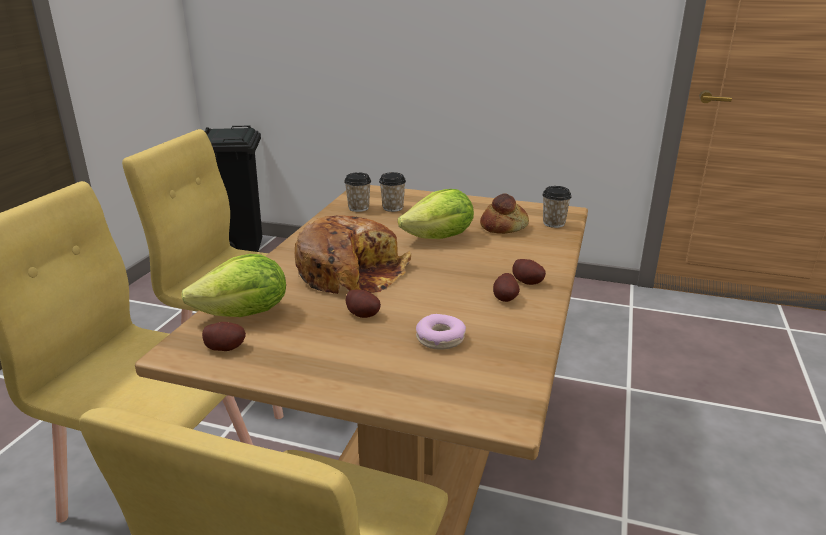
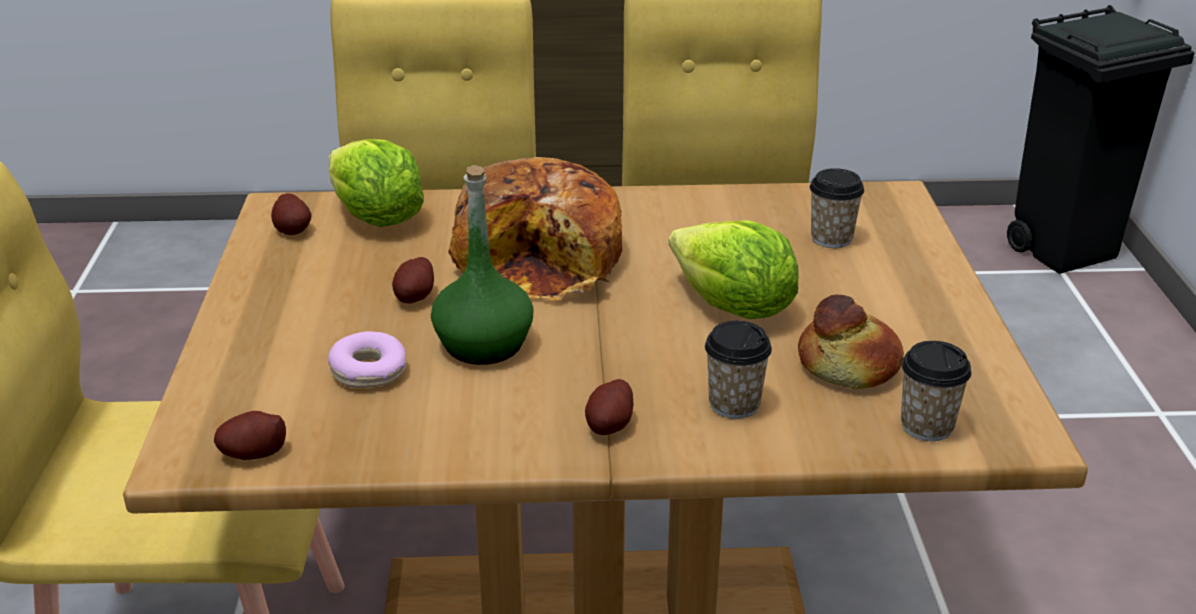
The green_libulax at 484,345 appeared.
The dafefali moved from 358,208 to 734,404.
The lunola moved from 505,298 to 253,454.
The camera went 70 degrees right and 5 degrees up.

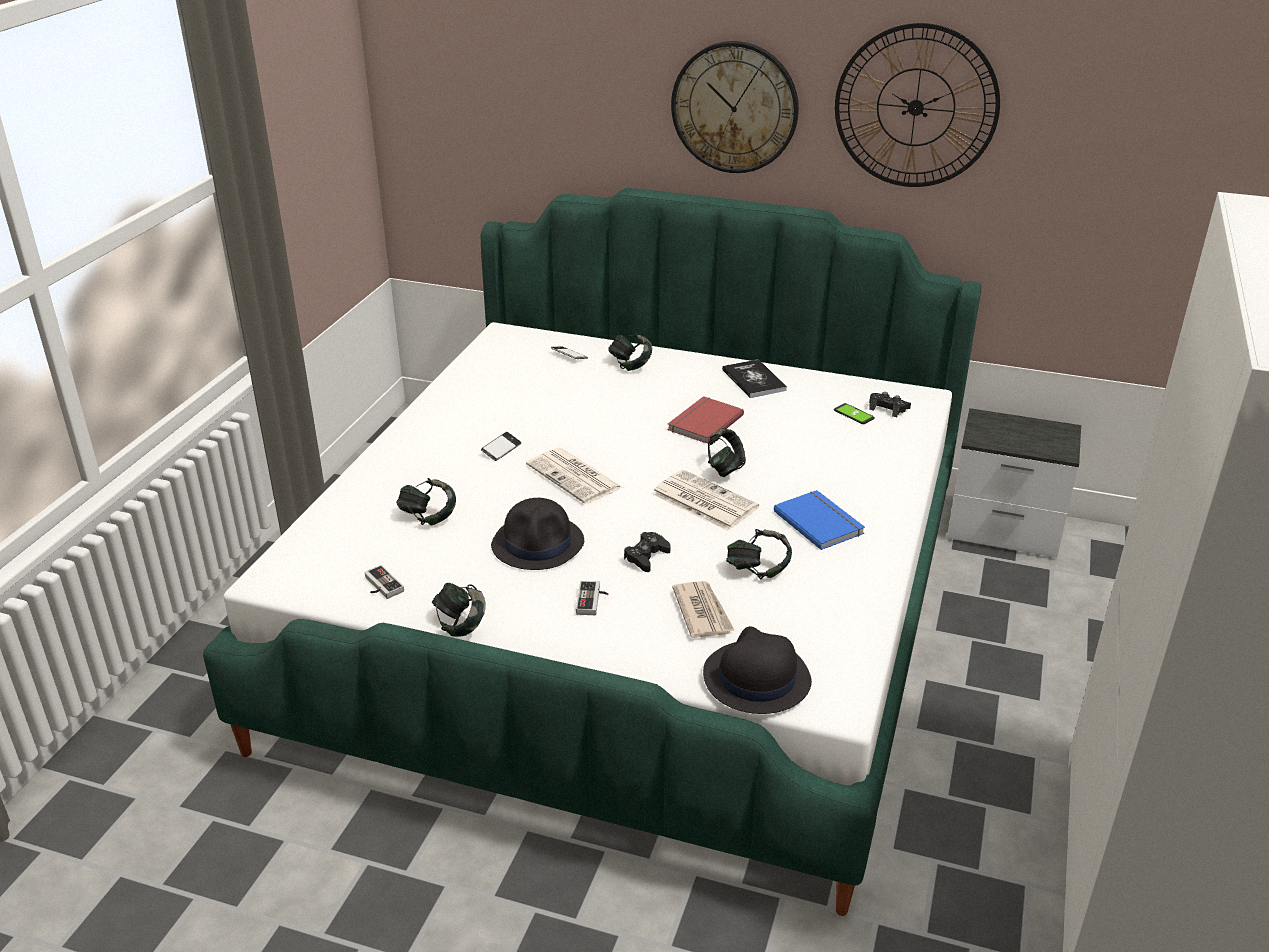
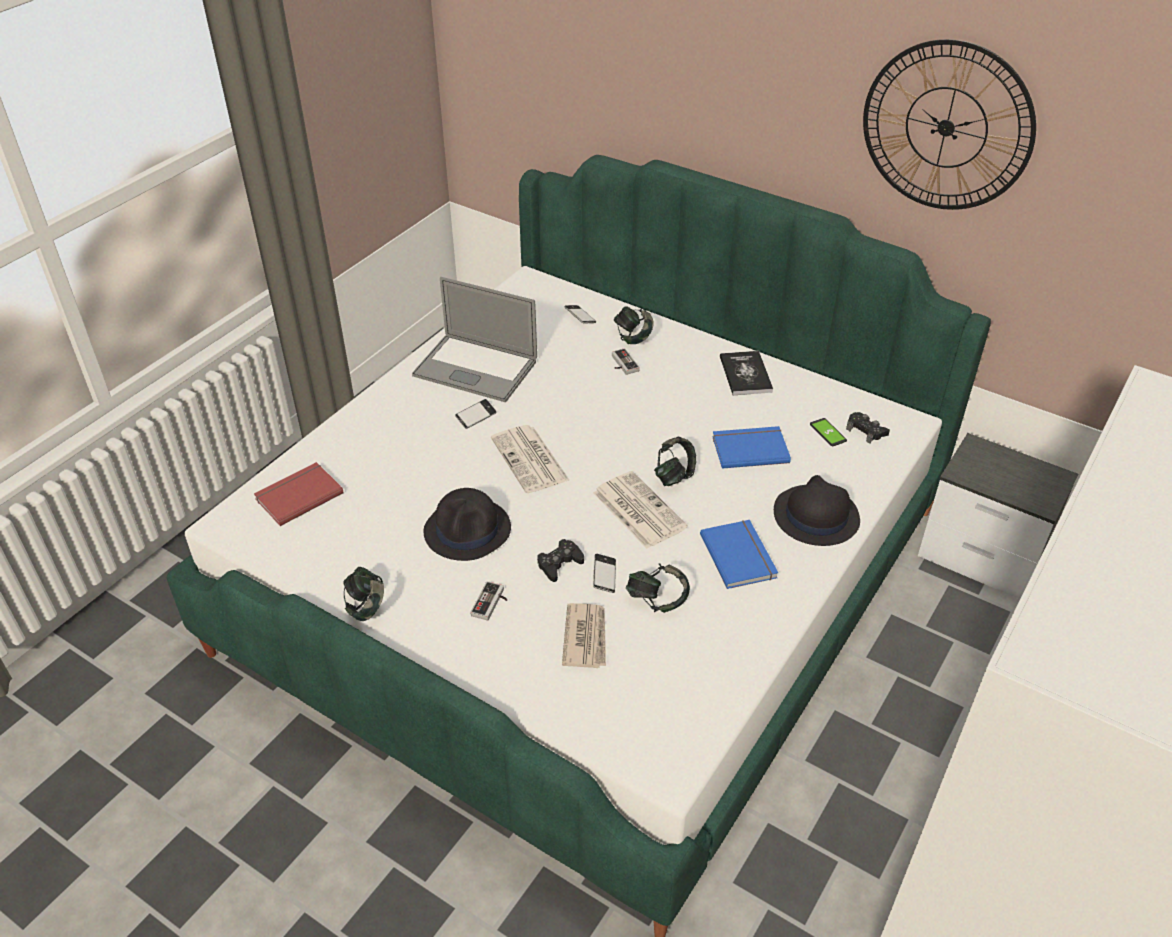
The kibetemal at 428,517 disappeared.
The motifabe at 734,107 disappeared.
The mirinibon at 475,368 appeared.
The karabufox at 604,576 appeared.
The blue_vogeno at 749,448 appeared.
The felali moved from 380,586 to 622,364.
The red_vogeno moved from 703,422 to 297,495.
The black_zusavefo moved from 756,678 to 815,516.
The camera went 15 degrees right and 10 degrees up.

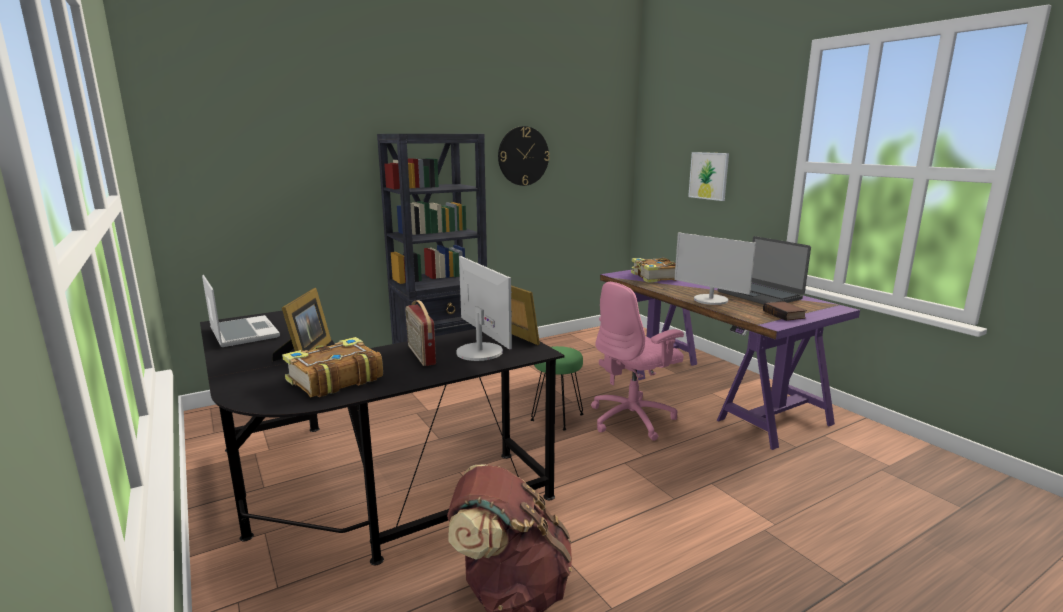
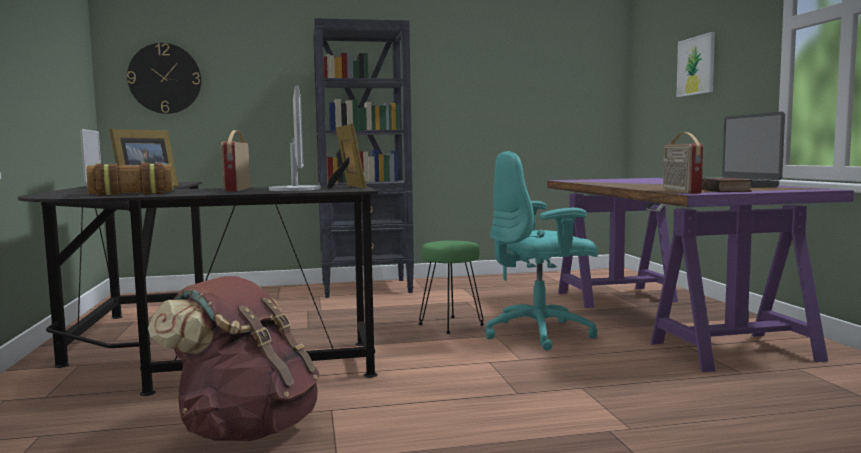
The vogeno at 654,277 disappeared.
The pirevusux at 710,300 disappeared.
The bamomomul at 680,191 appeared.
The motifabe moved from 523,156 to 165,78.
The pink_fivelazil at 633,419 became the turquoise_fivelazil at 540,333.
The camera went 20 degrees right and 10 degrees down.

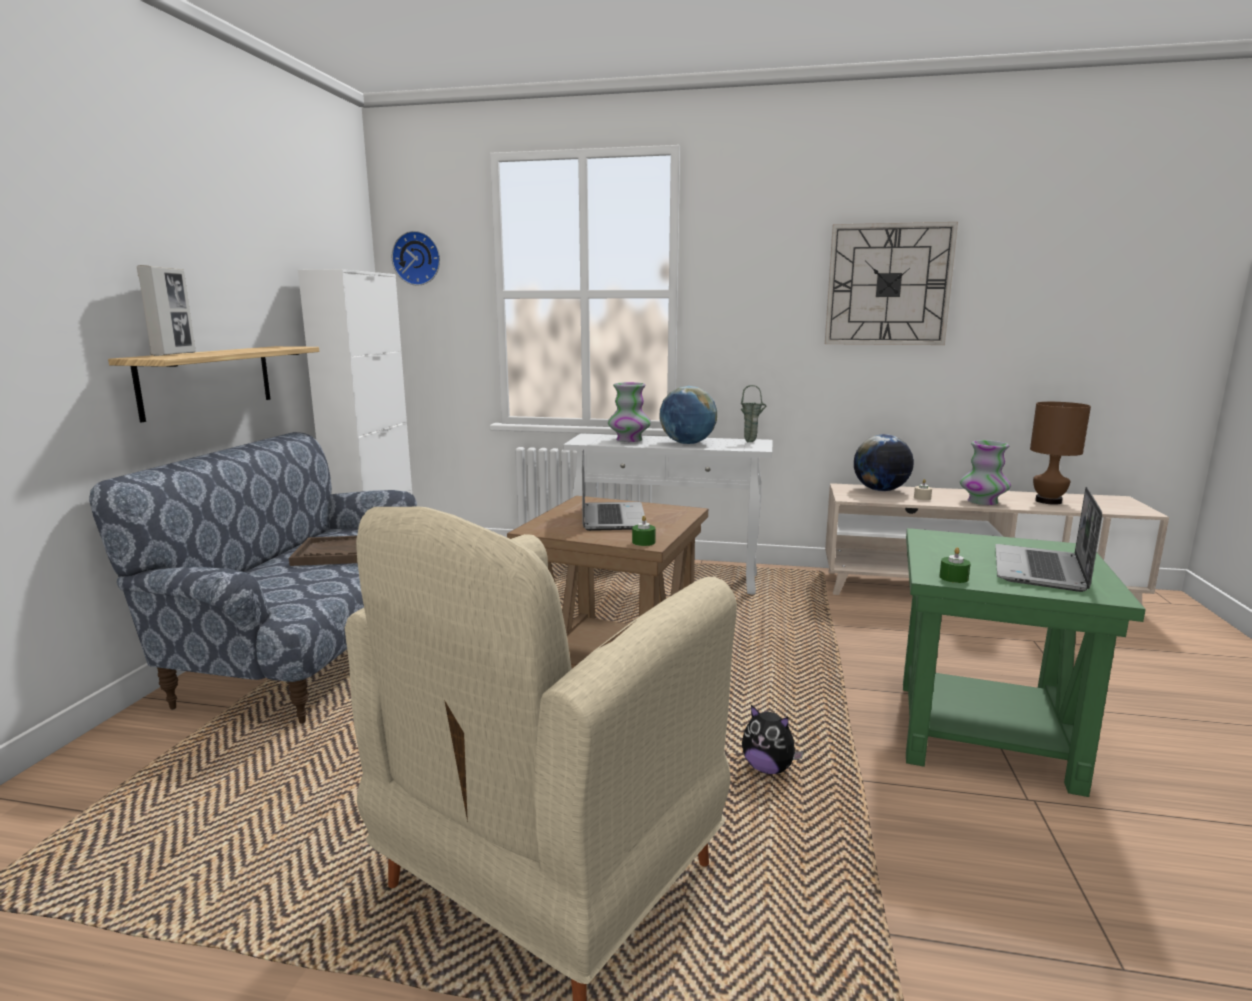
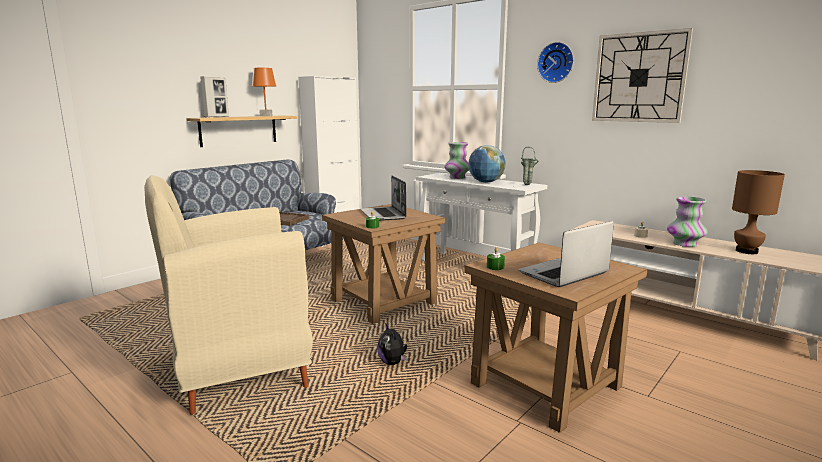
The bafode at 880,490 disappeared.
The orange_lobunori at 266,116 appeared.
The motifabe moved from 417,258 to 556,62.
The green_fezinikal at 985,734 became the brown_fezinikal at 546,385.
The mirinibon at 611,518 turned 135 degrees clockwise.
The camera went 30 degrees right and 0 degrees up.

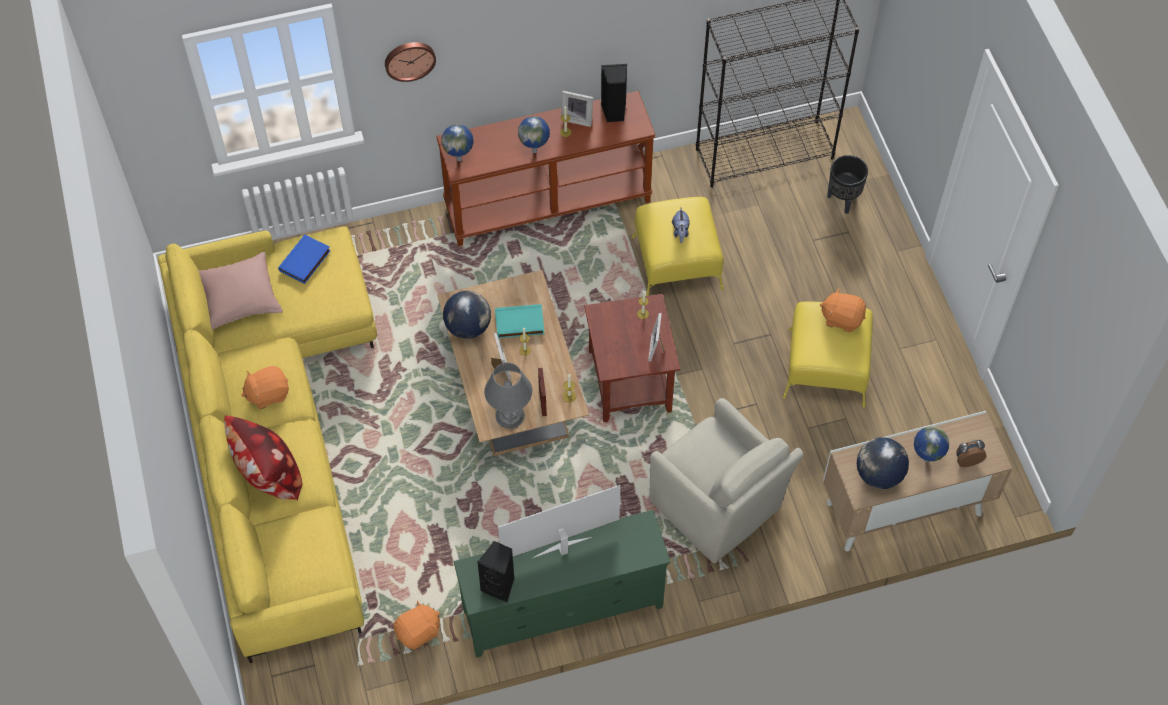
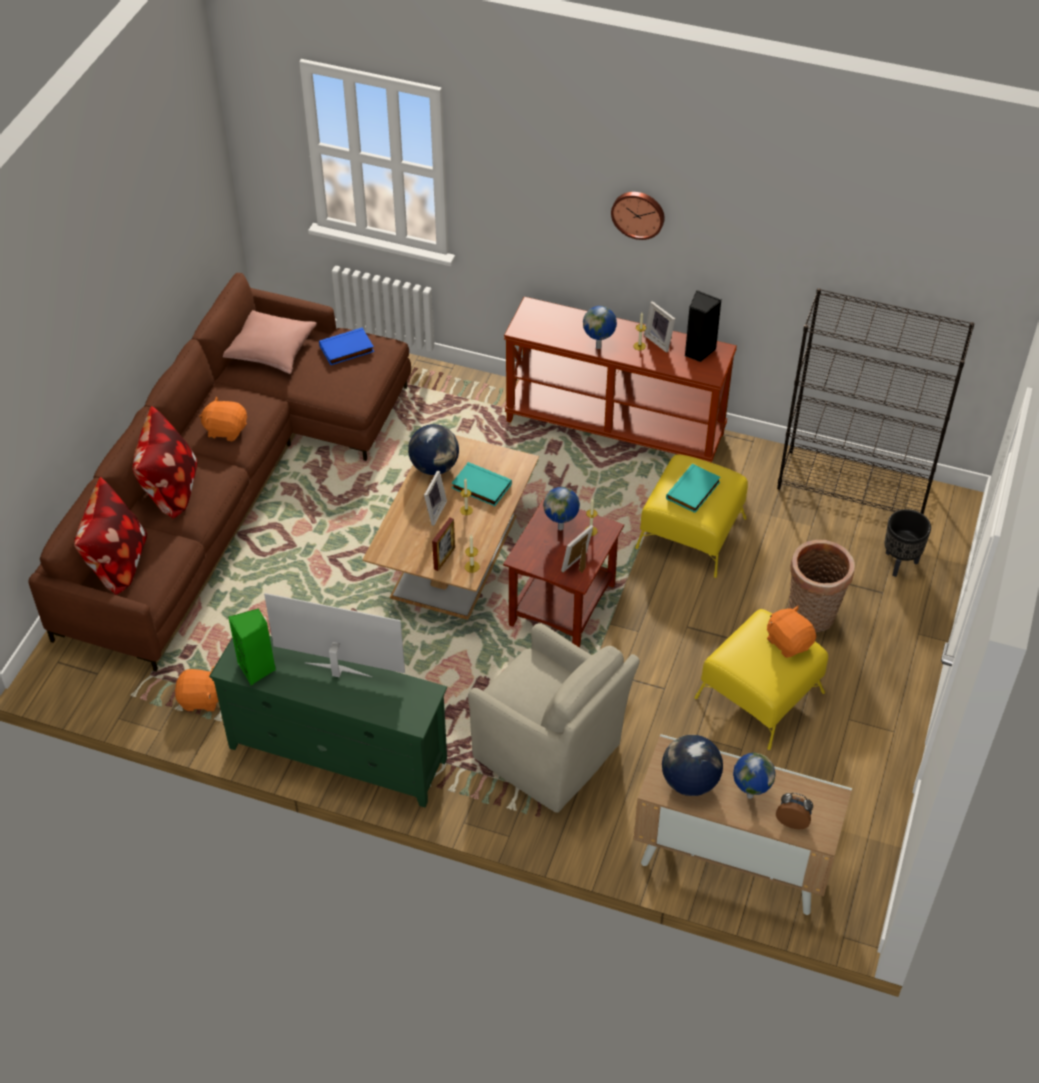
The grey_lobunori at 509,415 disappeared.
The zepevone at 117,563 appeared.
The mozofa at 812,617 appeared.
The motifabe moved from 409,59 to 638,213.
The bafode moved from 459,158 to 561,528.
The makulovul at 680,232 was replaced by the turquoise_vogeno at 694,491.
The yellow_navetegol at 277,434 became the brown_navetegol at 231,484.
The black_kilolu at 499,586 became the green_kilolu at 257,669.
The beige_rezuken at 717,508 turned 45 degrees counterclockwise.
The camera went 35 degrees right and 10 degrees down.

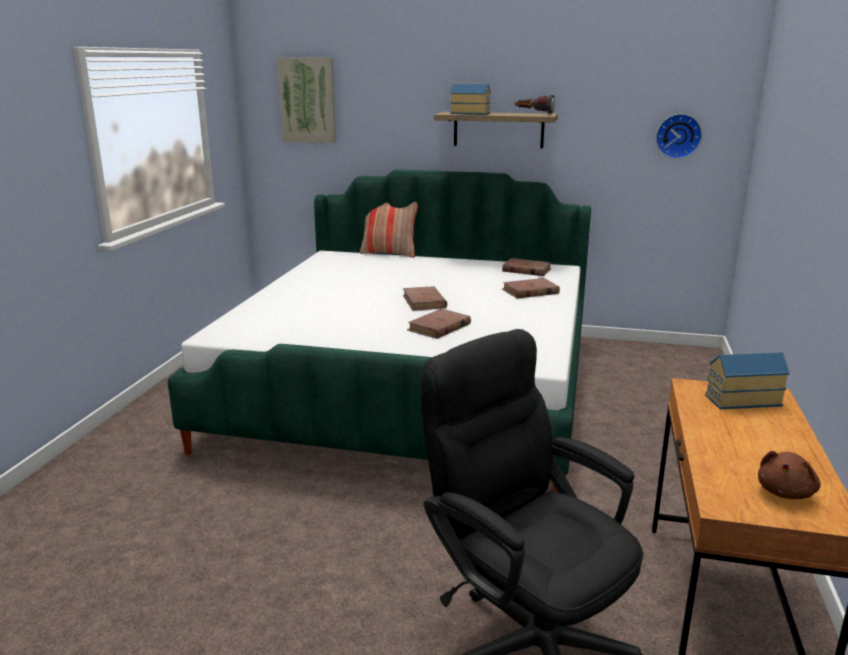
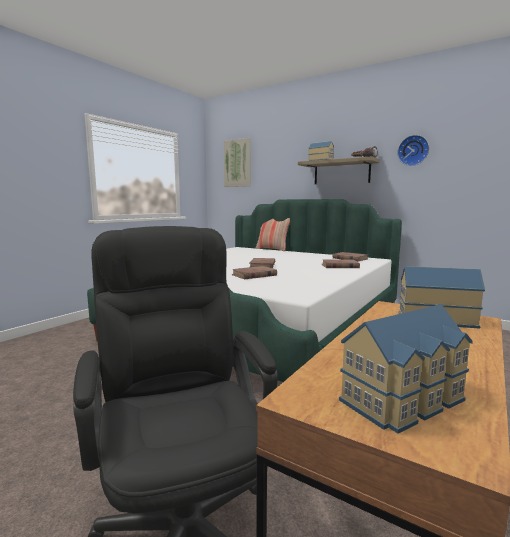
The motifabe moved from 678,136 to 413,150.
The brown_makulovul at 786,492 was replaced by the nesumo at 406,400.
The camera went 20 degrees right and 10 degrees down.

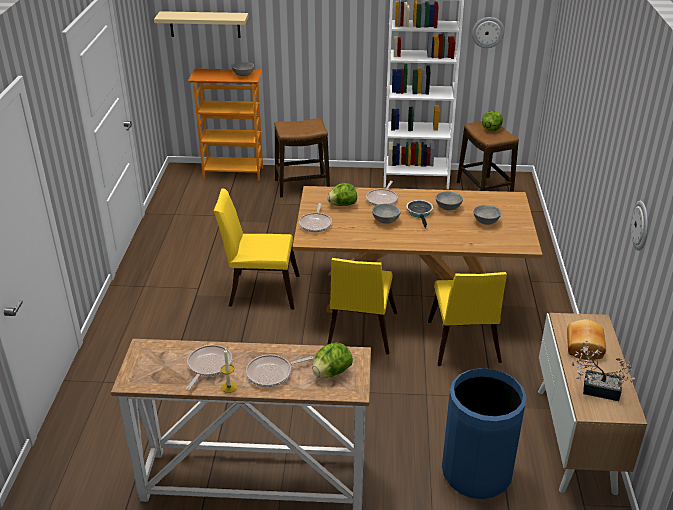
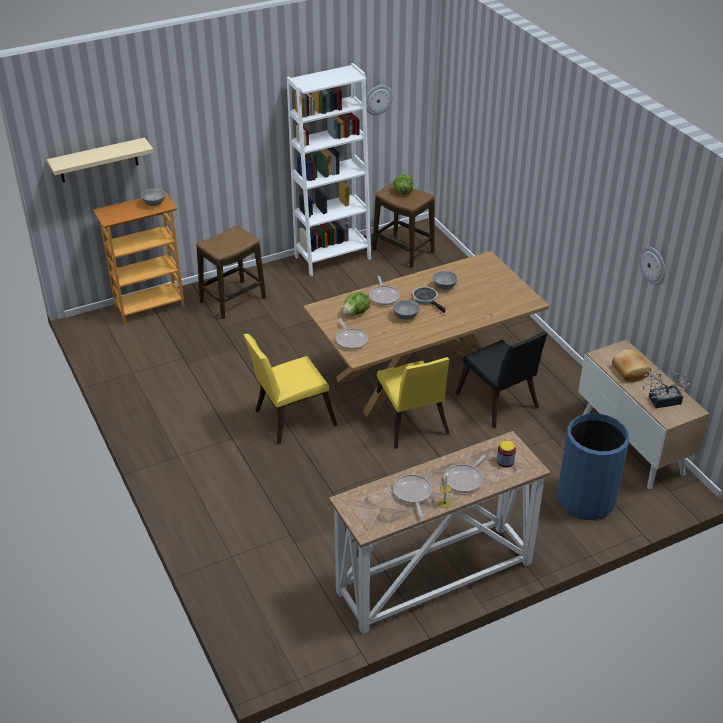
The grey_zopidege at 485,222 disappeared.
The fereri at 331,373 was replaced by the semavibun at 505,461.
The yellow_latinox at 463,346 became the black_latinox at 499,404.
The camera went 30 degrees left and 5 degrees up.

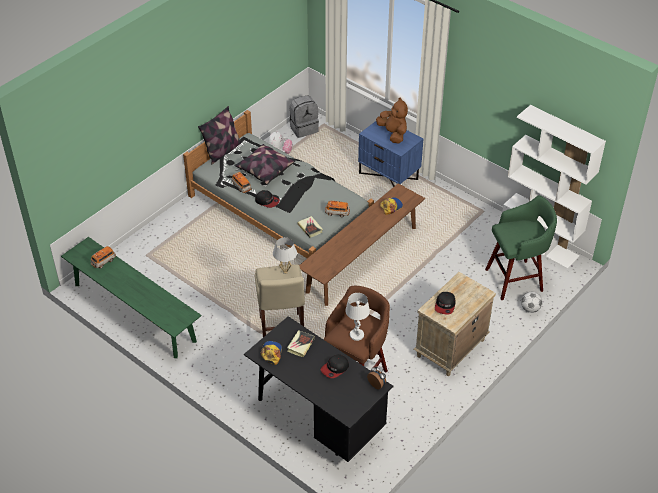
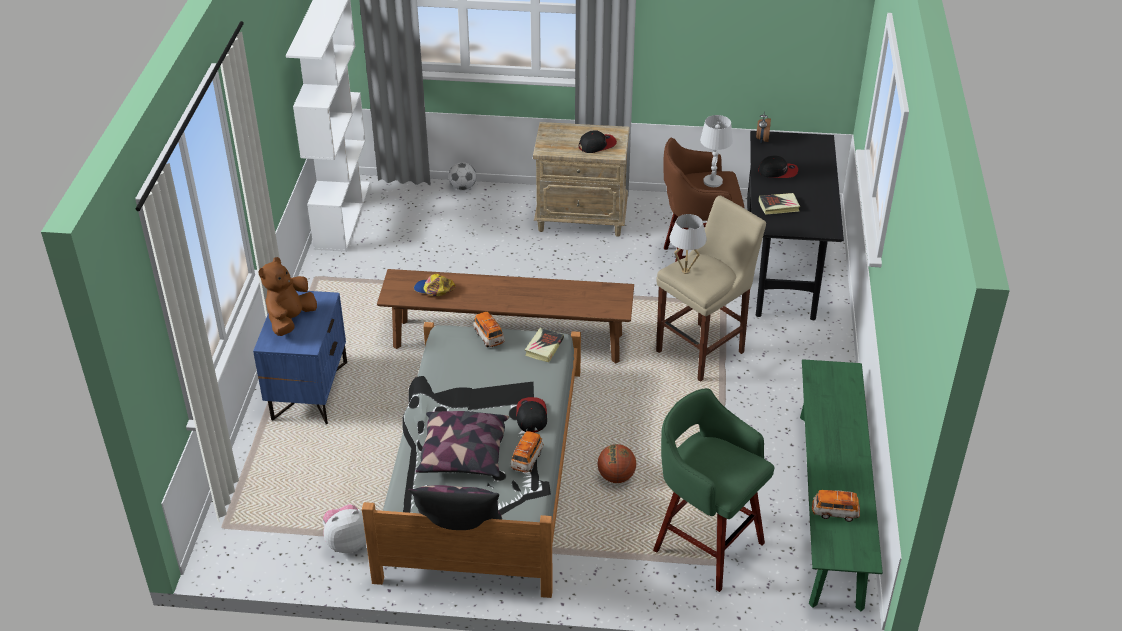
The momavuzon at 271,353 disappeared.
The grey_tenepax at 303,128 disappeared.
The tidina at 616,477 appeared.
The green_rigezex moved from 516,280 to 705,544.
The camera went 125 degrees left and 5 degrees down.

